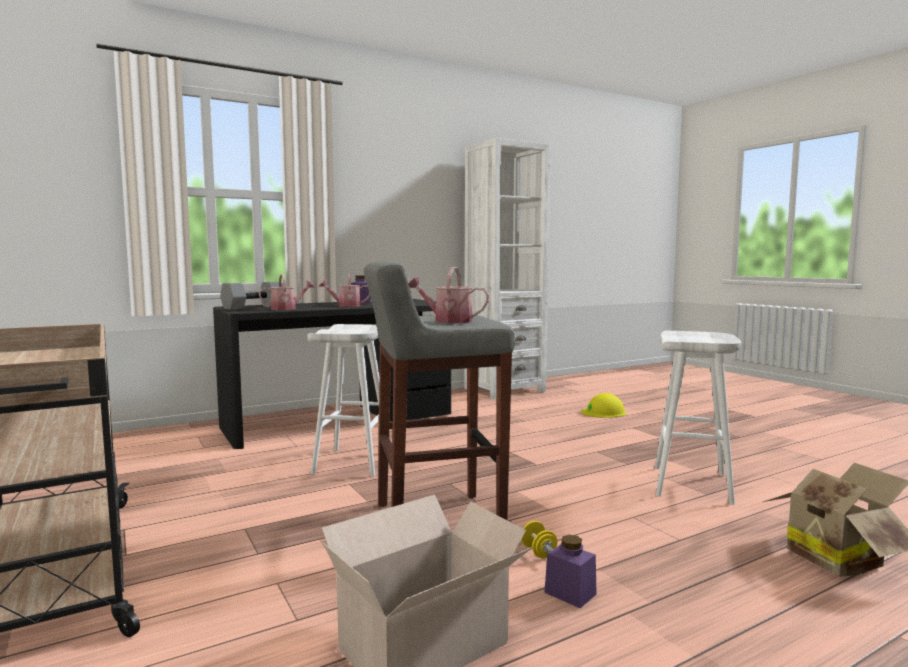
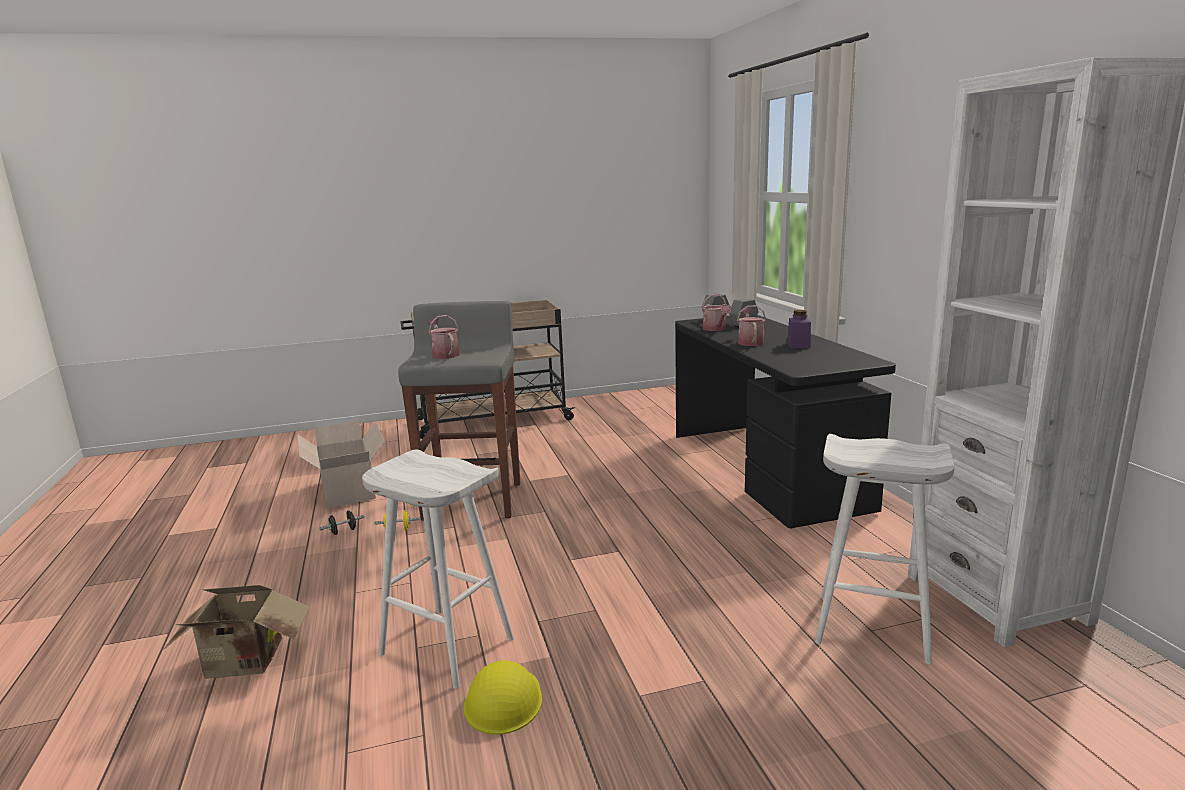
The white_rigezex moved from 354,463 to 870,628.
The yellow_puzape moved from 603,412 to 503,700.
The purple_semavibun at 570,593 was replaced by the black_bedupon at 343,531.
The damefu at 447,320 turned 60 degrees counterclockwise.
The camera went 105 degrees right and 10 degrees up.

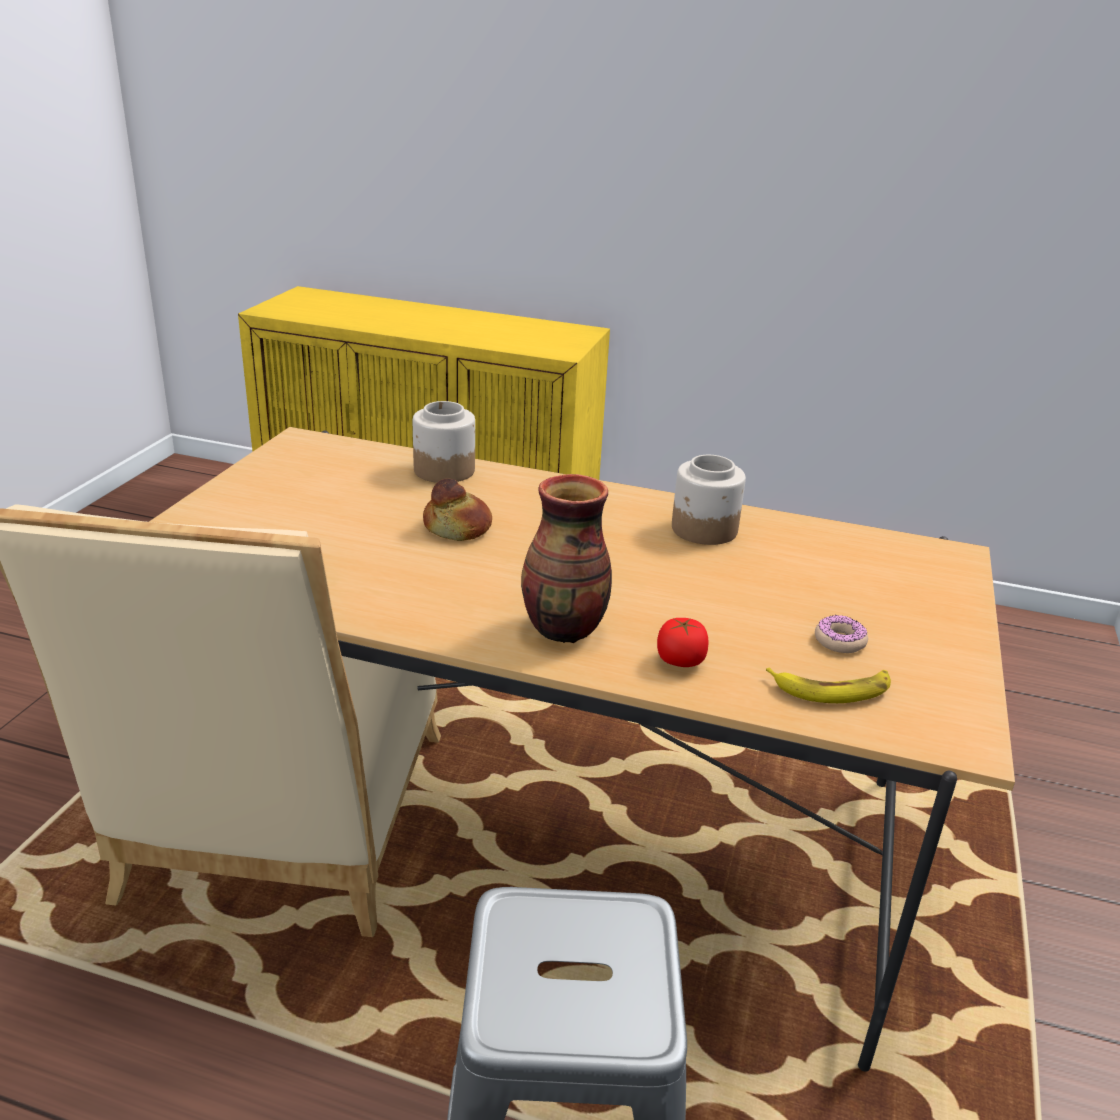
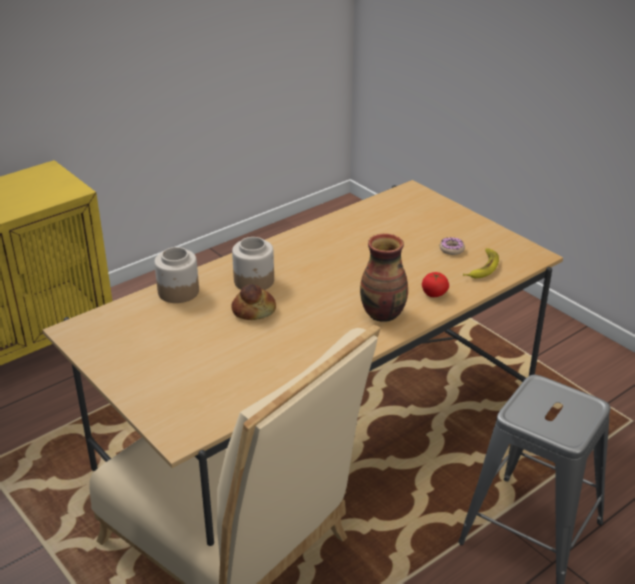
The semavibun moved from 704,530 to 254,281.
The camera went 55 degrees left and 5 degrees up.

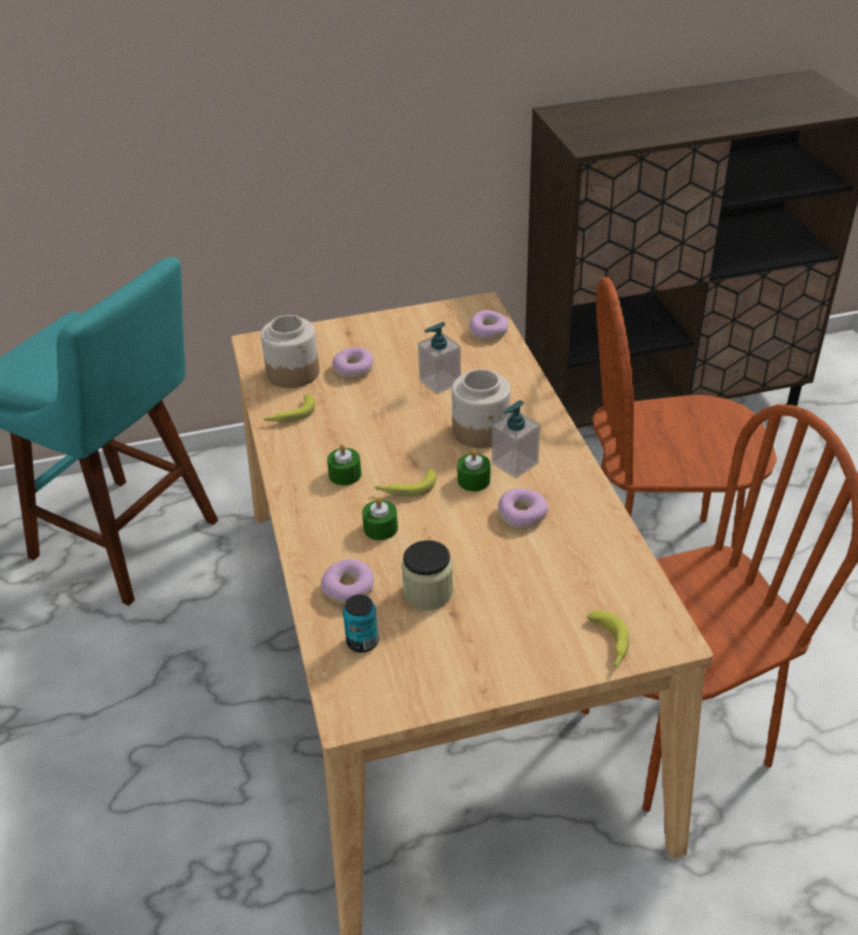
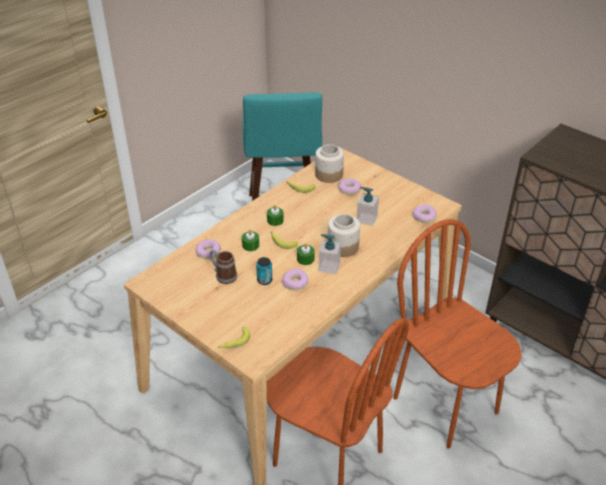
The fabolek moved from 362,642 to 264,280.
The semavibun at 428,592 was replaced by the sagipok at 223,275.
The camera went 55 degrees right and 0 degrees up.

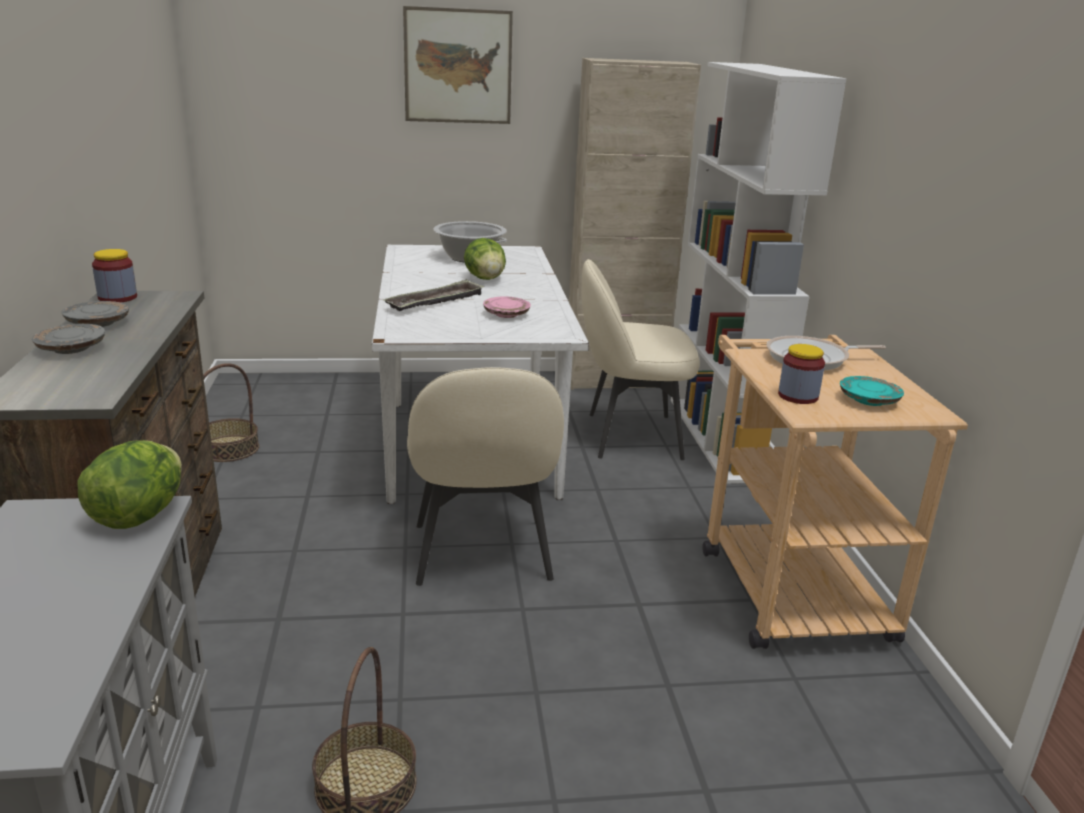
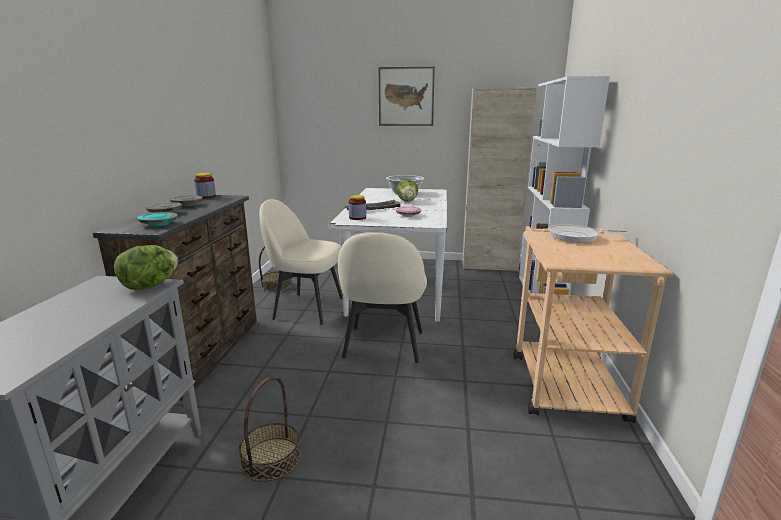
The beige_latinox moved from 630,436 to 307,308.
The semavibun moved from 798,396 to 357,218.
The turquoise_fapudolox moved from 868,400 to 159,224.
The camera went 15 degrees right and 5 degrees down.

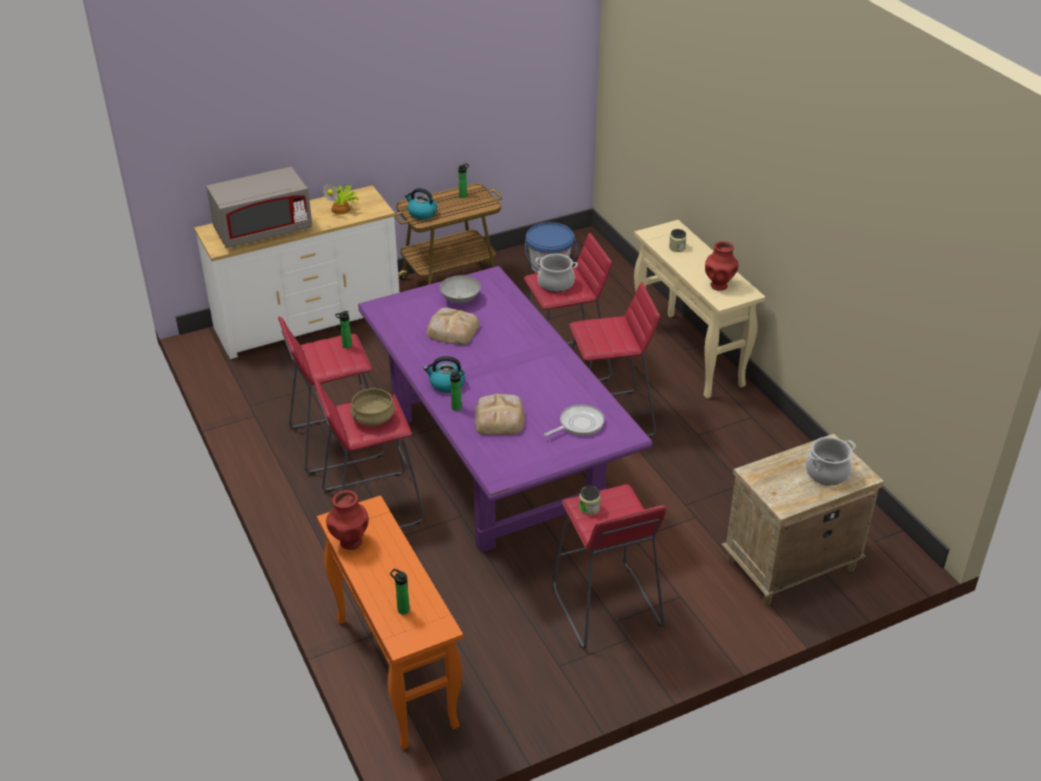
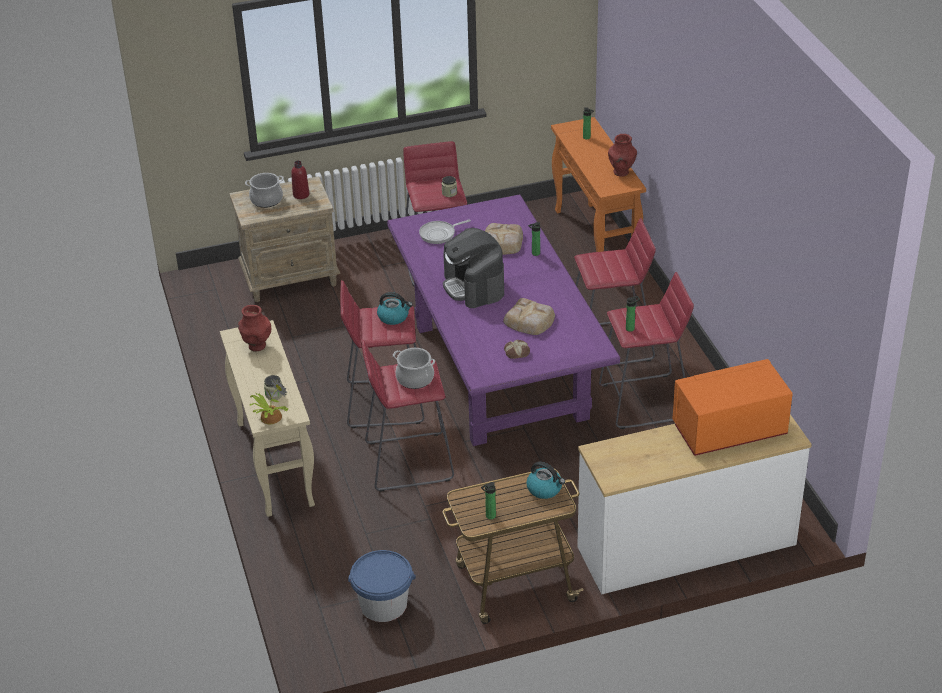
The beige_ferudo at 373,418 disappeared.
The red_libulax at 301,195 appeared.
The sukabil at 474,286 appeared.
The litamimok moved from 342,209 to 269,417.
The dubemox moved from 446,384 to 394,317.
The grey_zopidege at 461,299 was replaced by the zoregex at 517,352.
The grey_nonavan at 263,231 became the orange_nonavan at 729,430.
The camera went 170 degrees left and 0 degrees up.

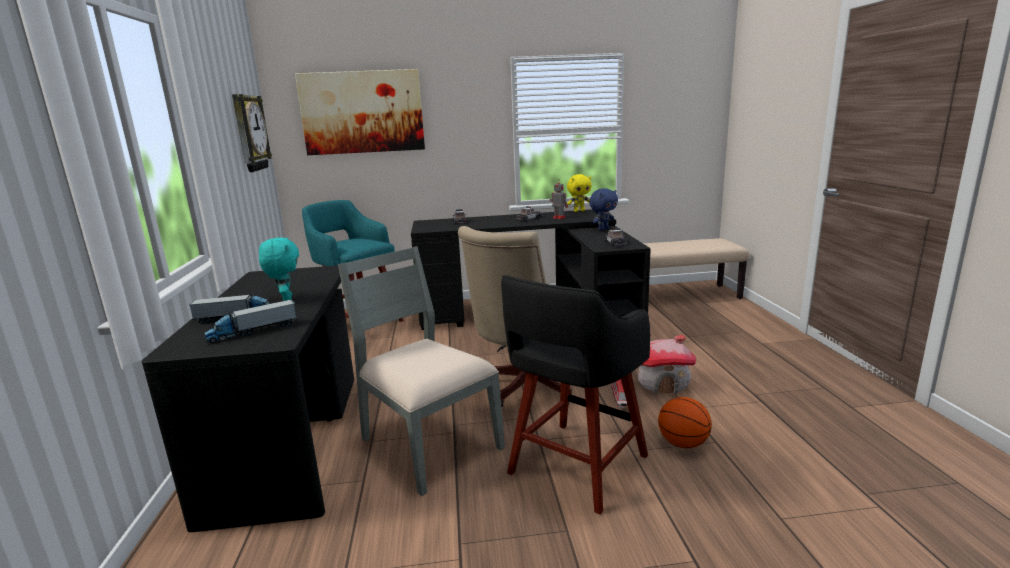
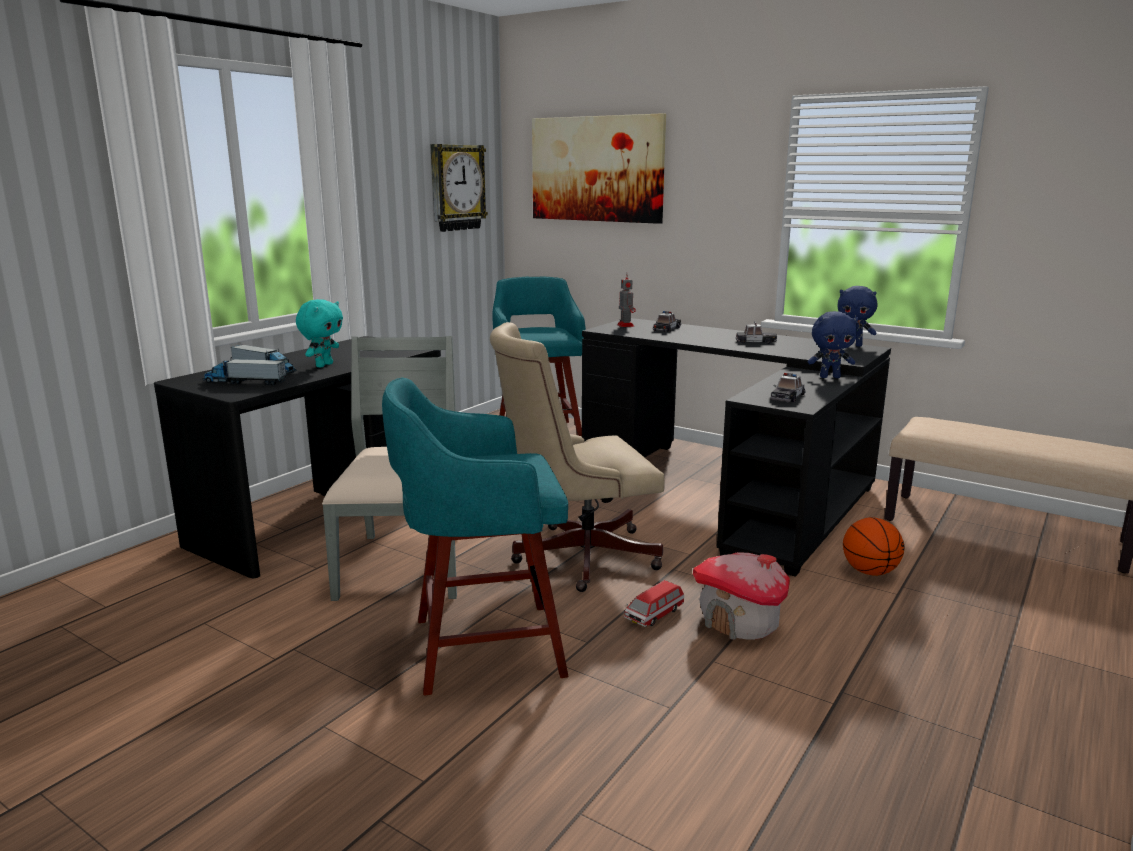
The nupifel moved from 558,218 to 625,325.
The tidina moved from 682,443 to 869,571.
The black_rigezex at 575,466 became the turquoise_rigezex at 482,647.
The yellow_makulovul at 579,211 became the blue_makulovul at 853,345.
The camera went 40 degrees right and 0 degrees up.

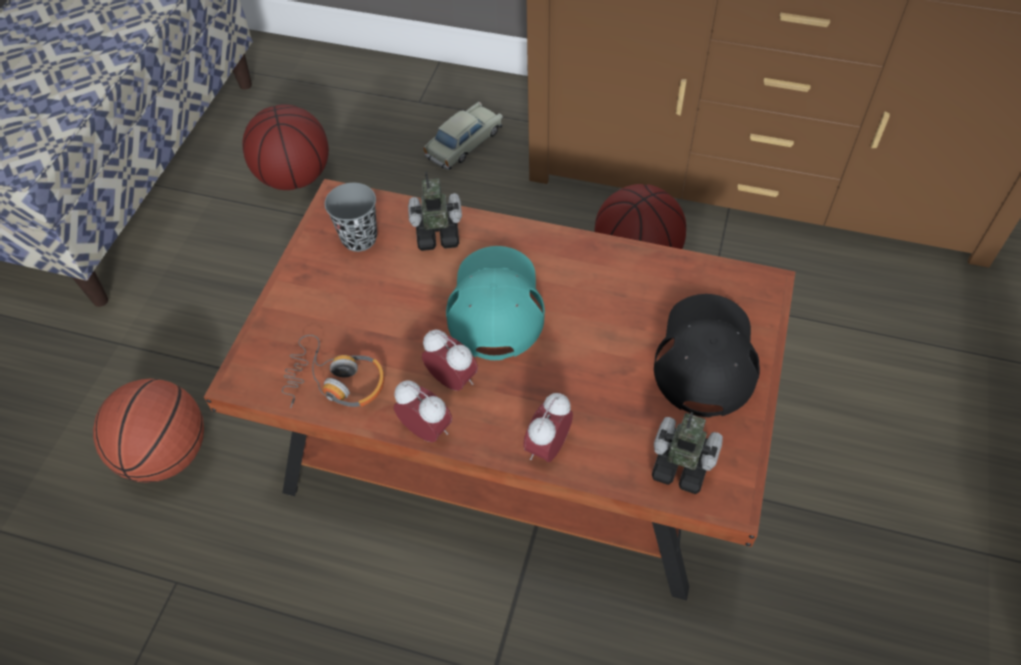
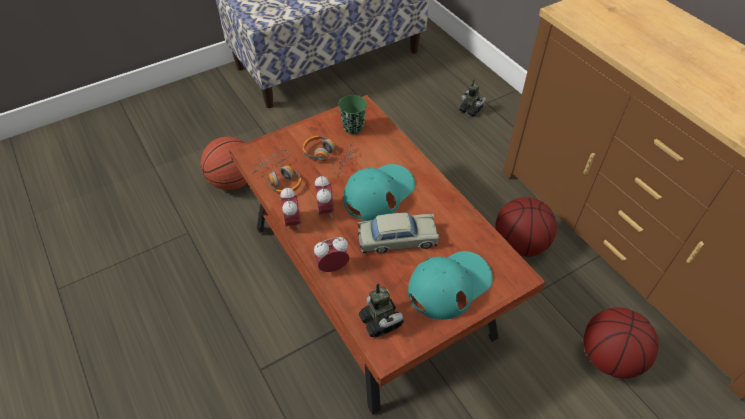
The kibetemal at 328,157 appeared.
The tidina moved from 295,176 to 610,357.
The nupifel moved from 438,235 to 470,110.
The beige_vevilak moved from 464,143 to 397,239.
The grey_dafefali at 359,238 became the green_dafefali at 353,128.
The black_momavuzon at 705,356 became the turquoise_momavuzon at 449,285.
The camera went 40 degrees right and 5 degrees down.

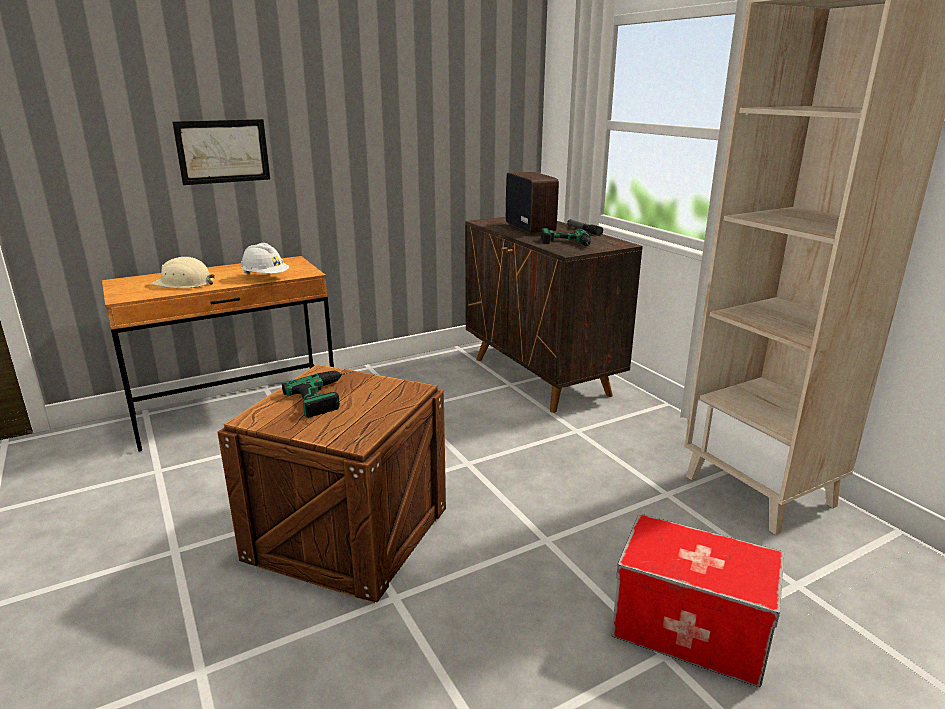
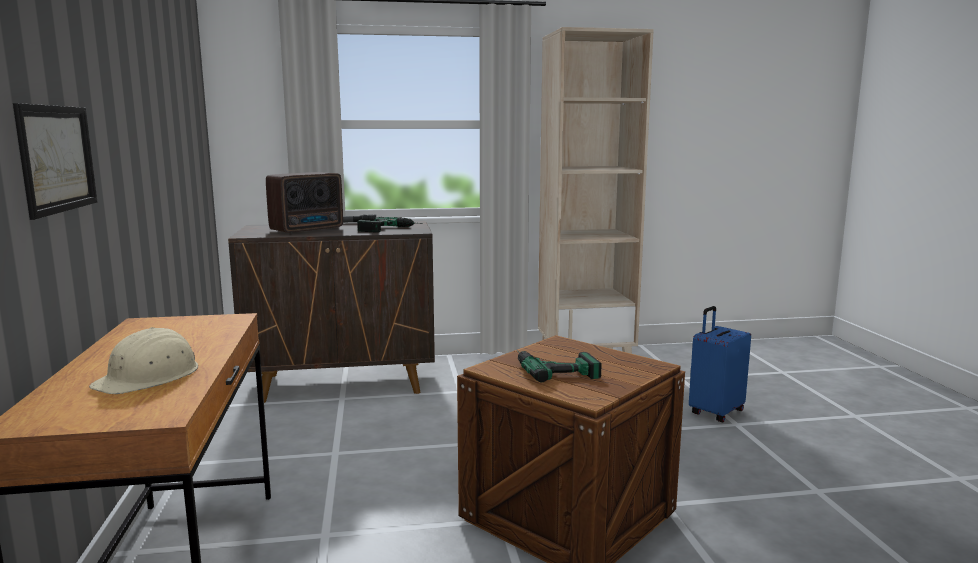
The white_puzape at 265,277 disappeared.
The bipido at 690,629 was replaced by the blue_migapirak at 715,412.
The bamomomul at 530,227 turned 135 degrees clockwise.
The camera went 70 degrees left and 10 degrees down.

